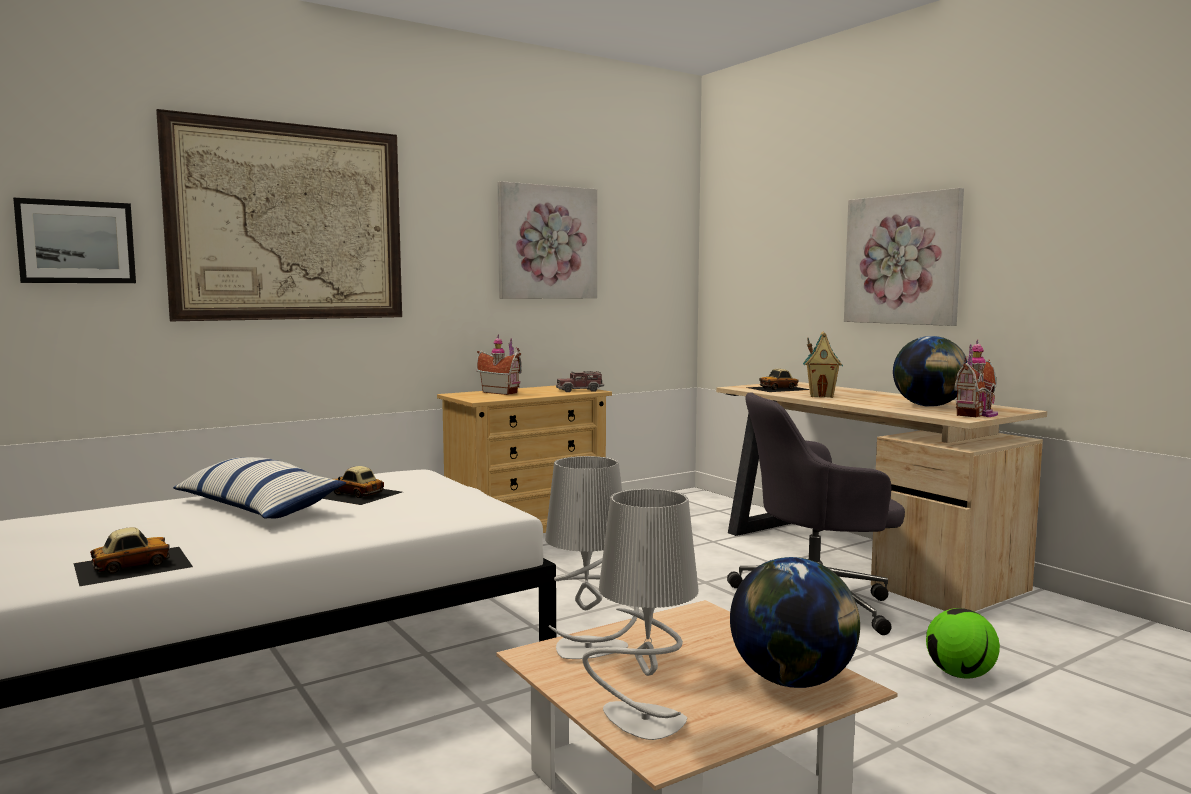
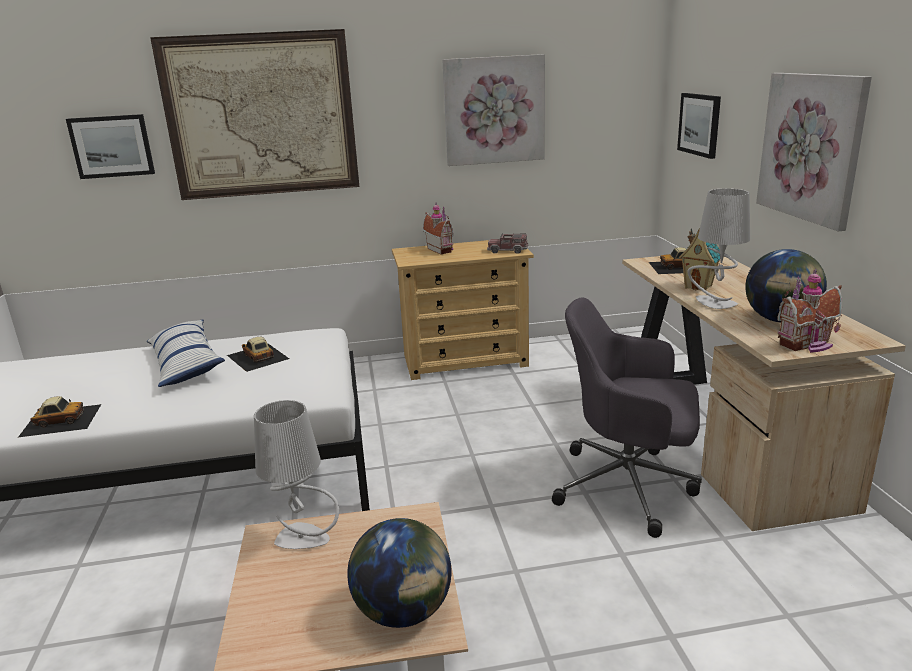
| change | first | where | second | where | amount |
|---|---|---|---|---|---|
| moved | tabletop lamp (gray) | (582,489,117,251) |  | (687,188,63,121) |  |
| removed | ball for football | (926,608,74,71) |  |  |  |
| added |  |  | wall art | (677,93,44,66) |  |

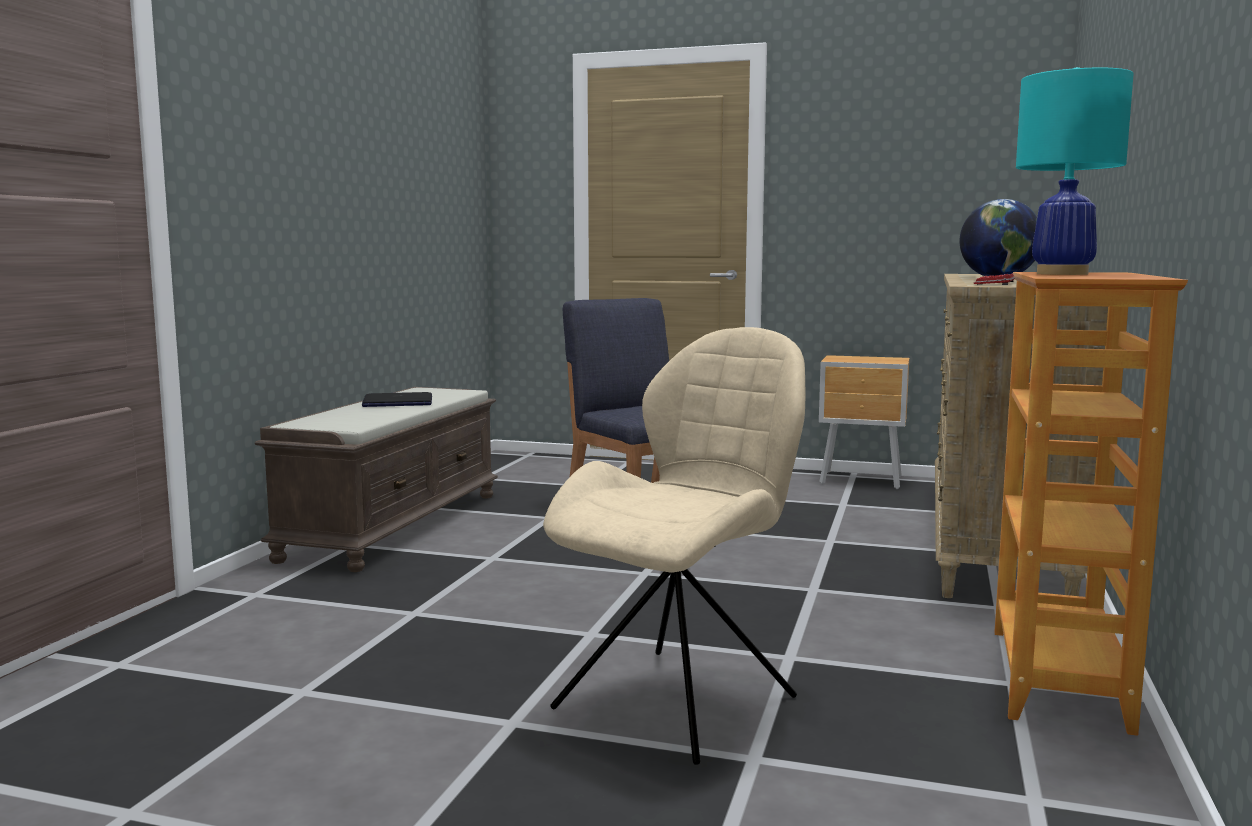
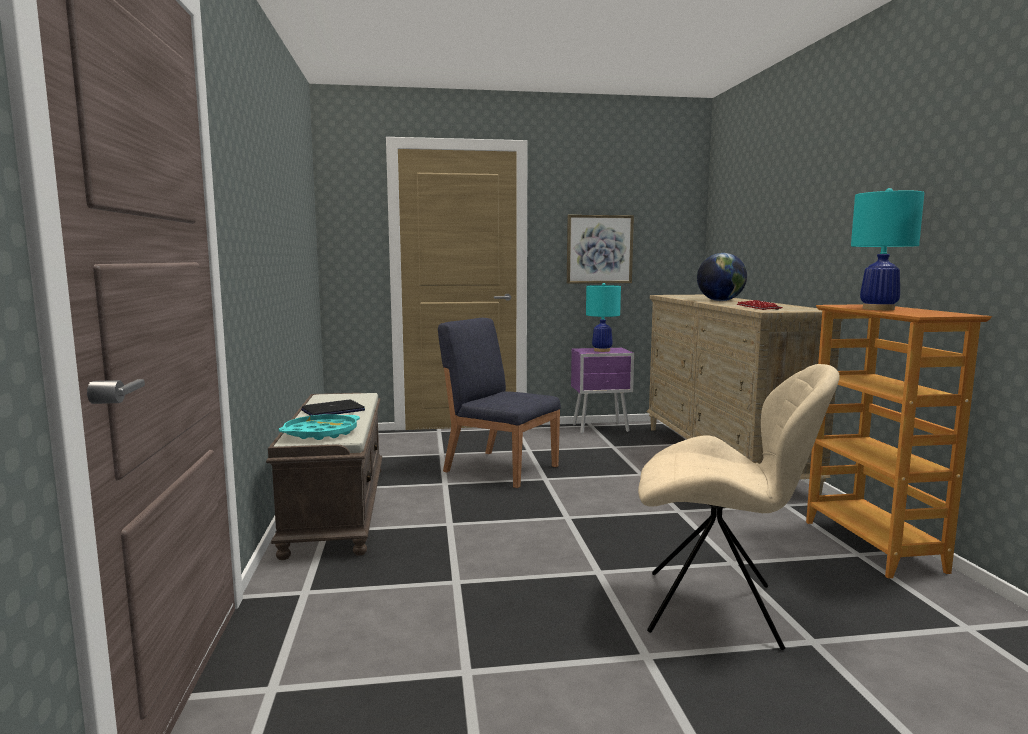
| change | first | where | second | where | amount |
|---|---|---|---|---|---|
| turned | chair (beige) | (543,327,262,438) |  | (638,364,202,286) | 90 degrees clockwise |
| recoloured | bedside table (brownish) | (819,355,90,134) | bedside table (purplish) | (571,348,63,86) |  |
| added |  |  | carrying tray (blue-green) | (279,414,81,26) |  |
| added |  |  | wall art | (567,215,67,69) |  |
| added |  |  | tabletop lamp (blue-green) | (586,283,35,69) |  |

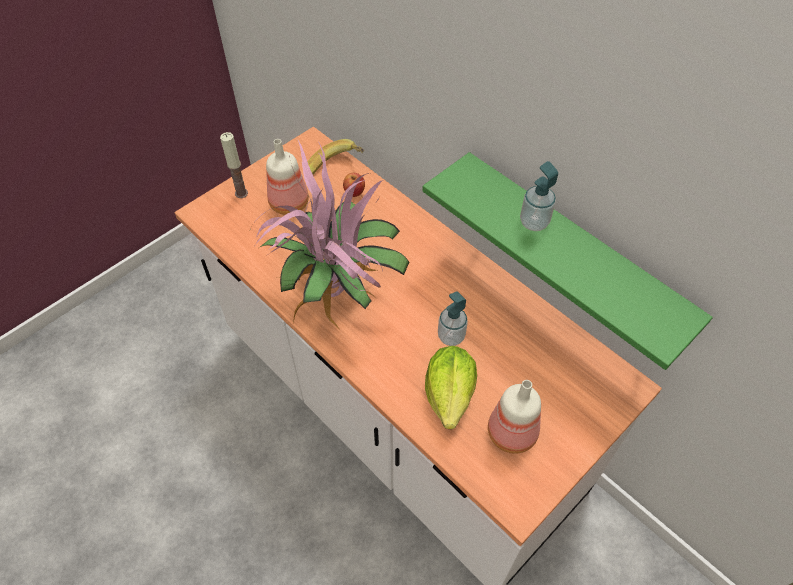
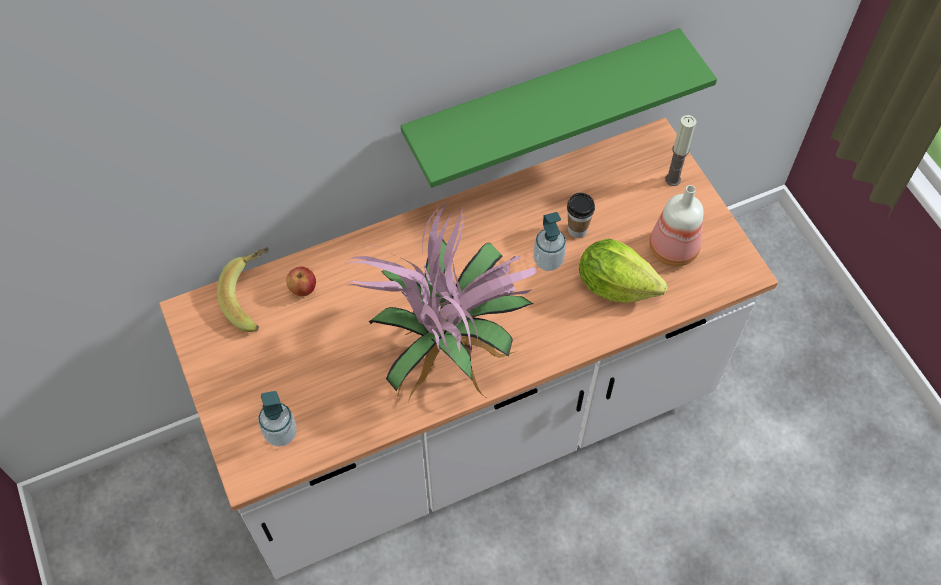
| change | first | where | second | where | amount |
|---|---|---|---|---|---|
| moved | wax light | (220,132,28,66) |  | (665,115,32,71) |  |
| removed | bottle | (266,139,43,76) |  |  |  |
| moved | soap bottle | (520,161,38,70) |  | (258,391,39,56) |  |
| added |  |  | drinking cup | (567,193,28,45) |  |

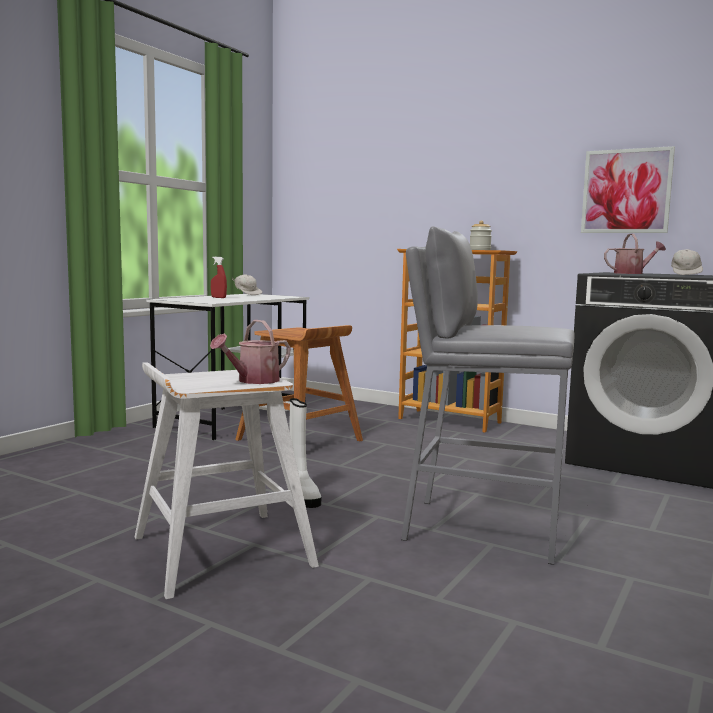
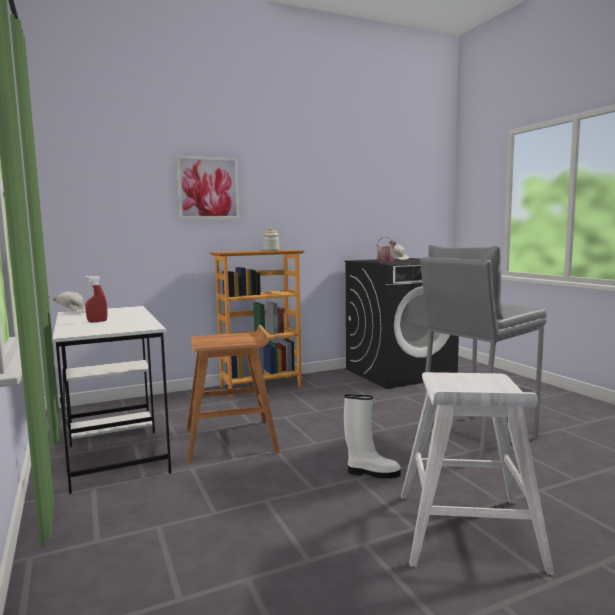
| change | first | where | second | where | amount |
|---|---|---|---|---|---|
| removed | sprinkling can | (210,320,81,64) |  |  |  |
| moved | wall art | (581,146,94,87) |  | (176,156,63,63) |  |

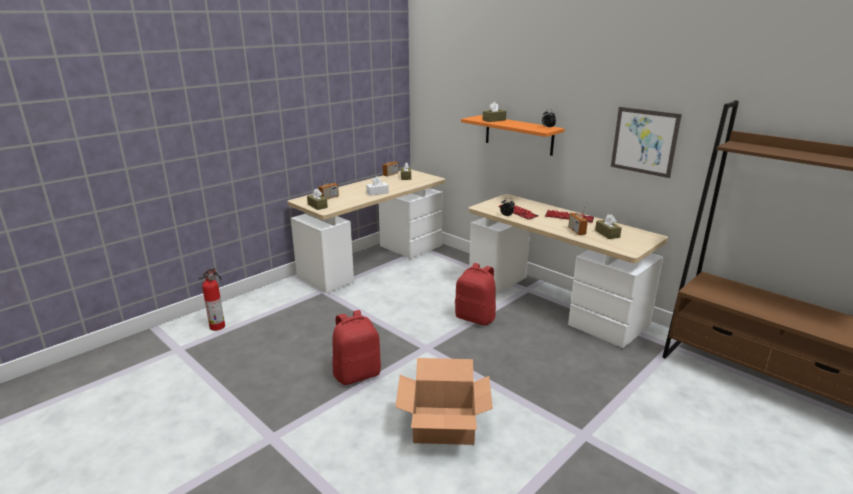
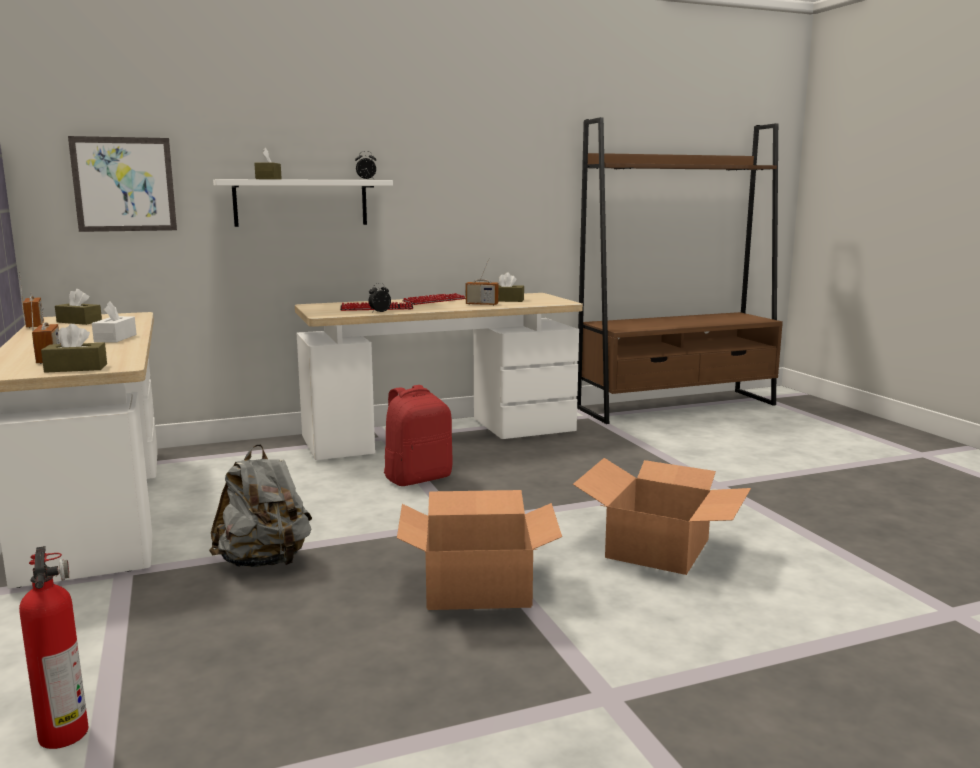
| change | first | where | second | where | amount |
|---|---|---|---|---|---|
| replaced | rucksack (red) | (332,310,49,75) | carton | (397,490,165,120) |  |
| recoloured | bracket shelf (orangey) | (461,115,104,41) | bracket shelf (white) | (213,179,180,48) |  |
| moved | wall art | (611,107,71,71) |  | (68,136,109,96) |  |
| added |  |  | rucksack (gray) | (209,444,103,123) |  |

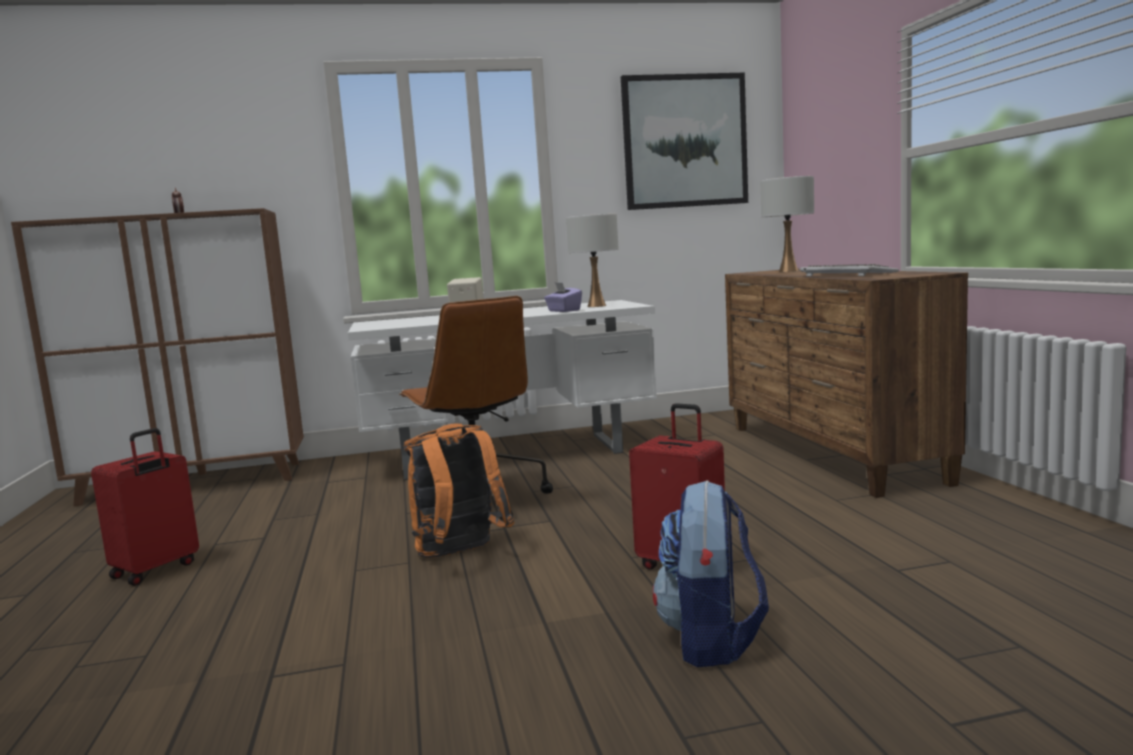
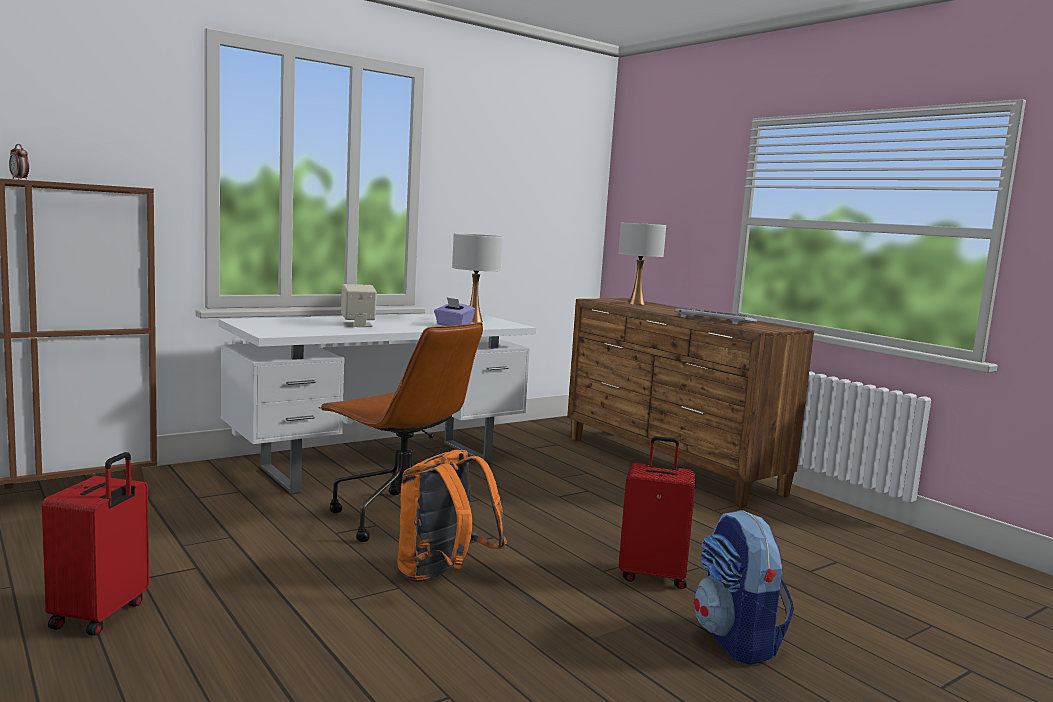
| change | first | where | second | where | amount |
|---|---|---|---|---|---|
| removed | wall art | (621,73,127,137) |  |  |  |

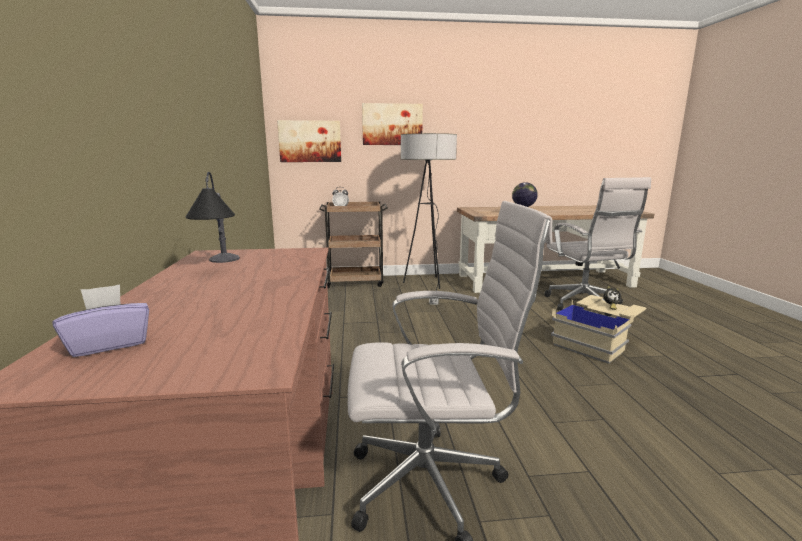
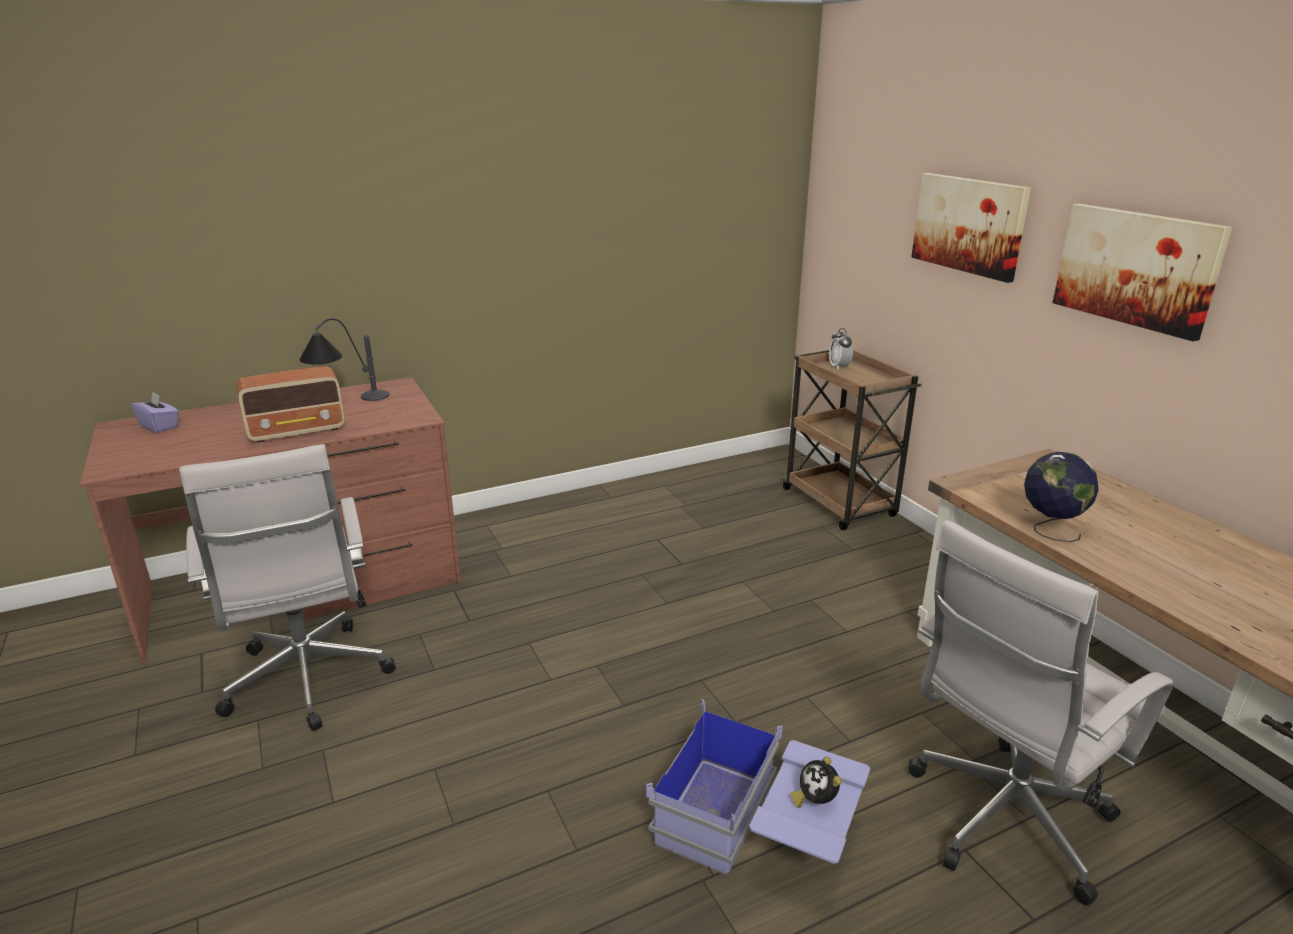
| change | first | where | second | where | amount |
|---|---|---|---|---|---|
| moved | wall art | (277,120,64,42) |  | (1052,204,180,137) |  |
| removed | standard lamp | (401,133,56,172) |  |  |  |
| recoloured | storage container (beige) | (551,295,95,69) | storage container (blue-coloured) | (646,699,224,176) |  |
| added |  |  | radio | (237,366,108,77) |  |

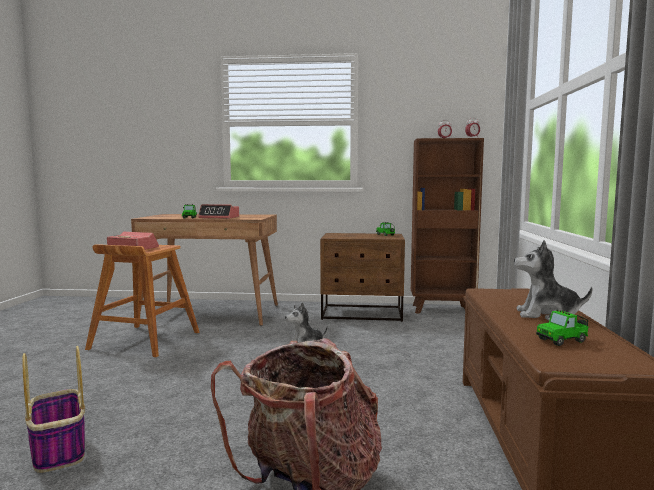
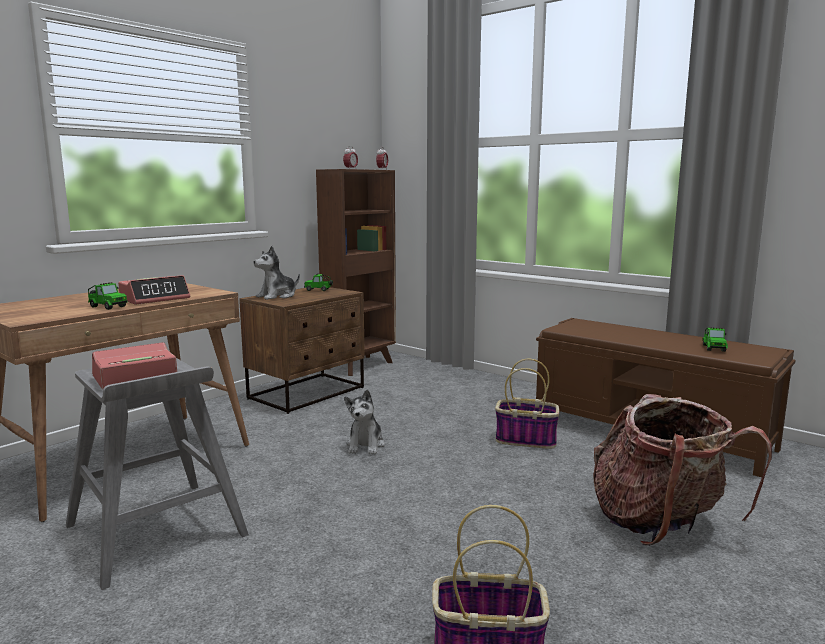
| change | first | where | second | where | amount |
|---|---|---|---|---|---|
| recoloured | stool seat (brownish) | (85,244,114,113) | stool seat (gray) | (66,358,183,232) |  |
| moved | plush toy | (514,240,79,81) |  | (254,246,46,54) |  |
| added |  |  | household basket | (495,359,65,90) |  |

